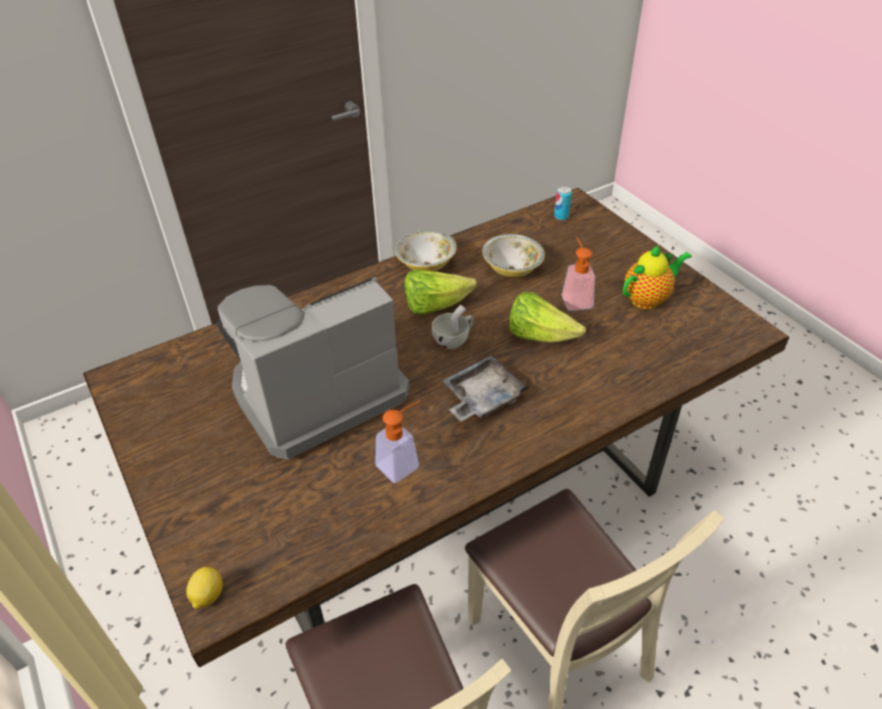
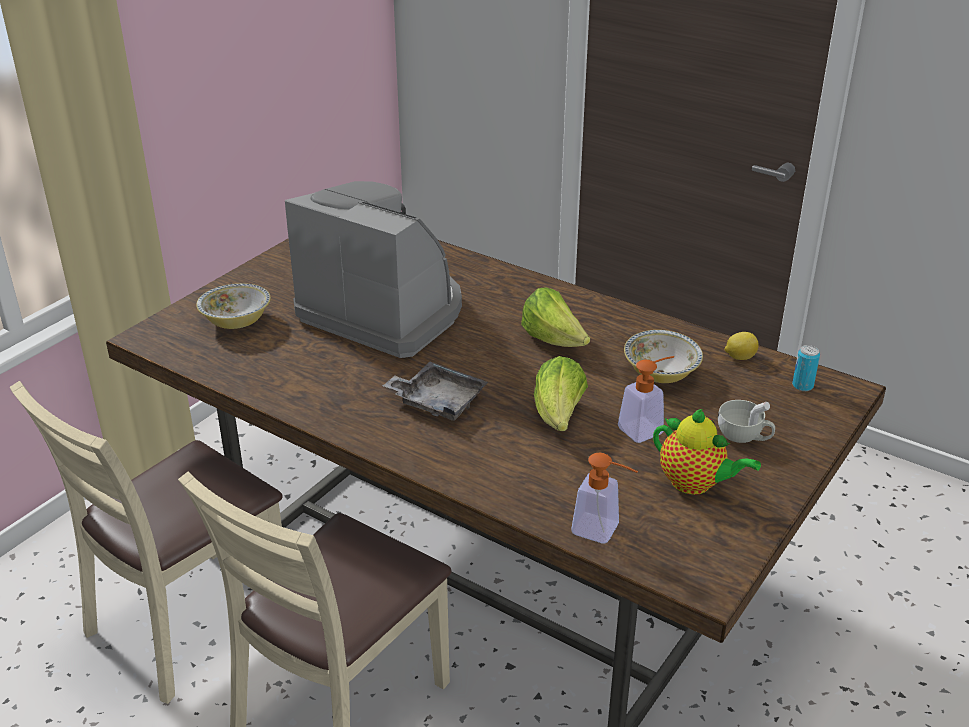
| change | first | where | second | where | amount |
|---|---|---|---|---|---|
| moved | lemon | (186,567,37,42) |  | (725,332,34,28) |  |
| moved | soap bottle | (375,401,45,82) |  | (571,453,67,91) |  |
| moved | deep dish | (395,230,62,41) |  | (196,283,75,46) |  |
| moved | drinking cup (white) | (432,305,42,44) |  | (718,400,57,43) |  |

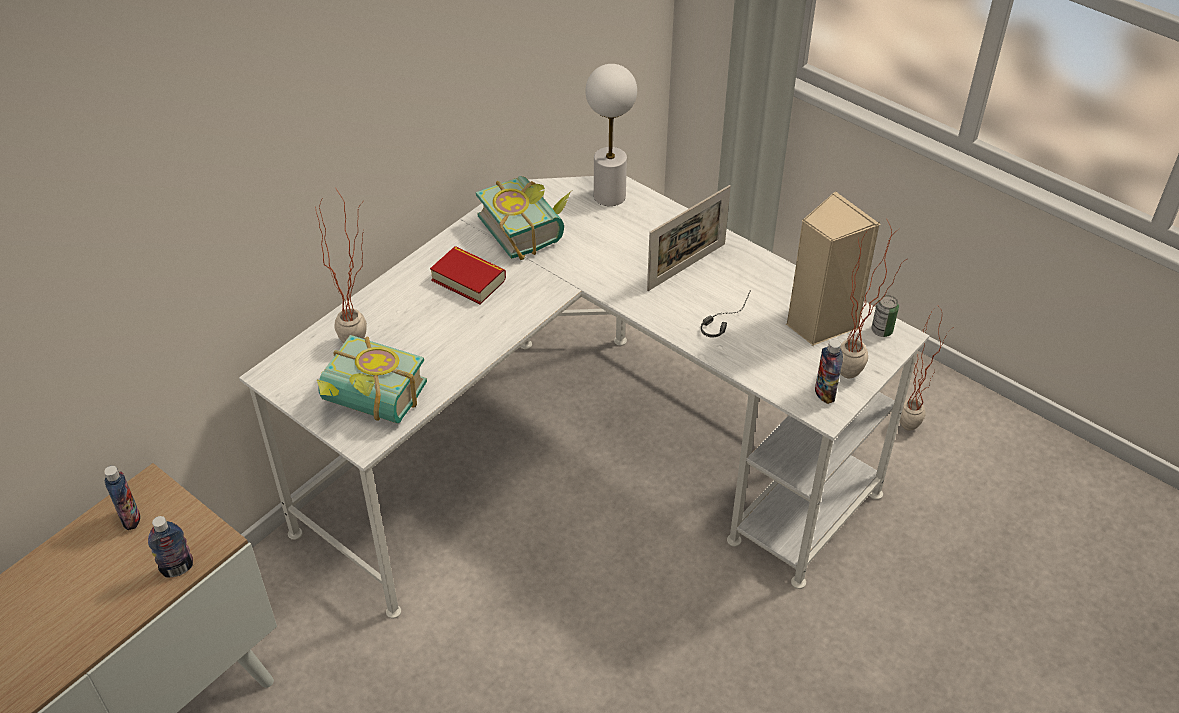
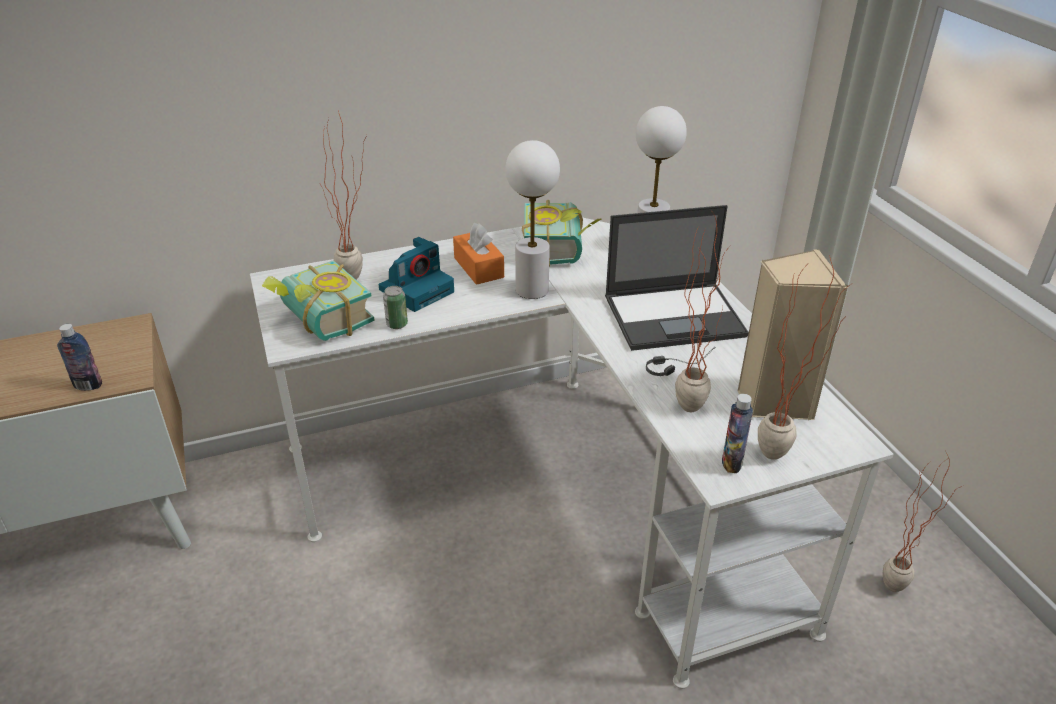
| change | first | where | second | where | amount |
|---|---|---|---|---|---|
| removed | bottle | (104,466,36,64) |  |  |  |
| replaced | bound book | (430,246,76,59) | box of tissues (orangey) | (453,223,51,62) |  |
| replaced | picture frame | (647,185,84,106) | laptop | (605,205,144,146) |  |
| moved | sealed can | (871,295,28,42) |  | (383,286,25,43) |  |
| added |  |  | still camera | (379,237,75,75) |  |
| added |  |  | tabletop lamp (white) | (505,140,55,159) |  |
| added |  |  | potted plant | (675,212,54,200) |  |

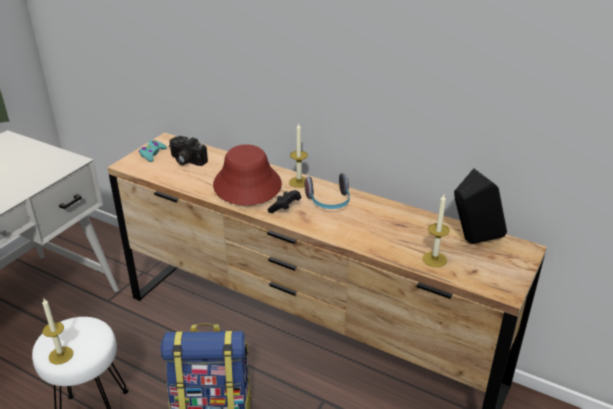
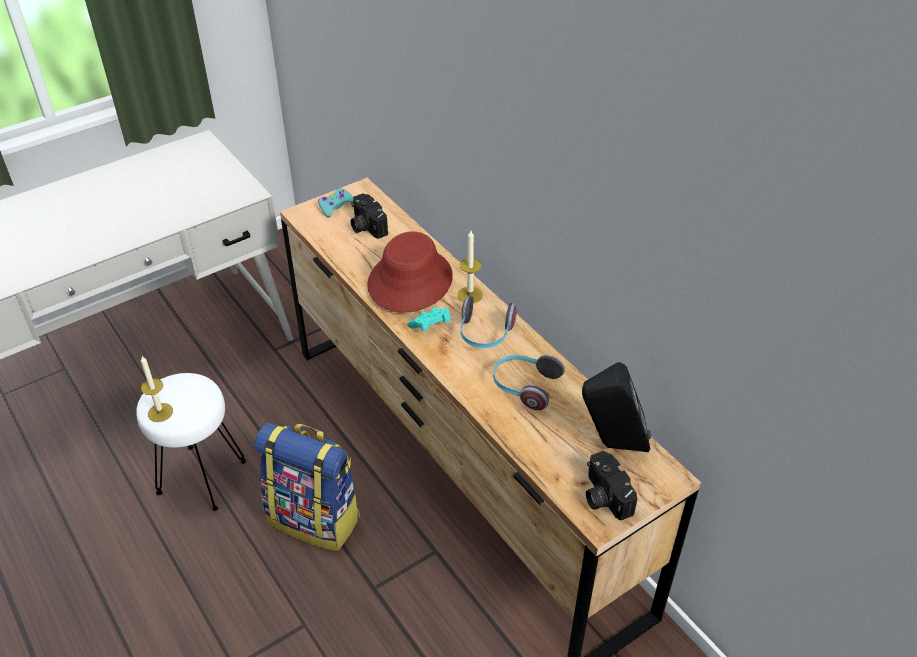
| change | first | where | second | where | amount |
|---|---|---|---|---|---|
| recoloured | gamepad (black) | (268,190,33,23) | gamepad (blue-green) | (407,307,43,24) |  |
| removed | wax light | (422,194,28,73) |  |  |  |
| added |  |  | headphones | (493,355,72,55) |  |
| added |  |  | still camera | (586,451,51,70) |  |

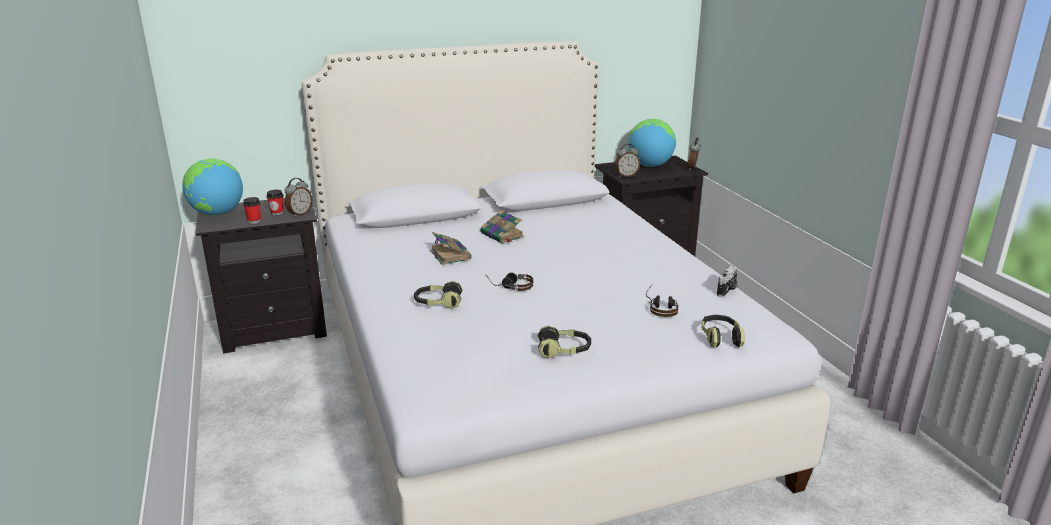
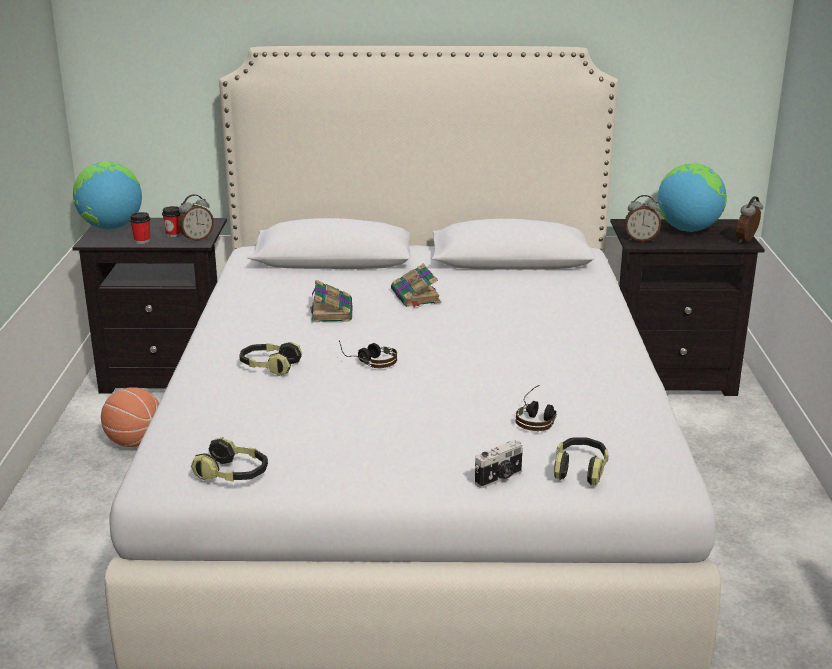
| change | first | where | second | where | amount |
|---|---|---|---|---|---|
| moved | headphones | (538,325,53,33) |  | (191,437,77,45) |  |
| moved | still camera | (717,266,21,31) |  | (475,440,48,48) |  |
| added |  |  | basketball ball | (101,387,58,60) |  |

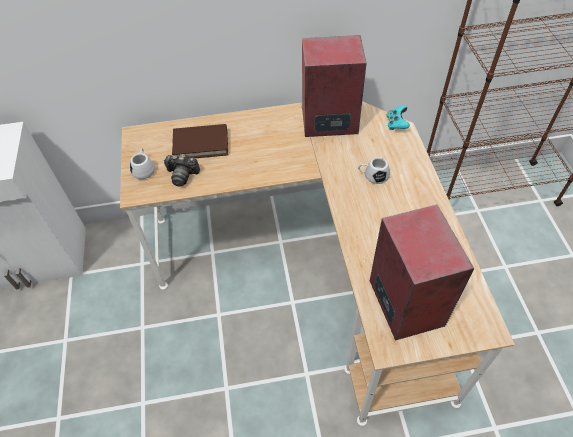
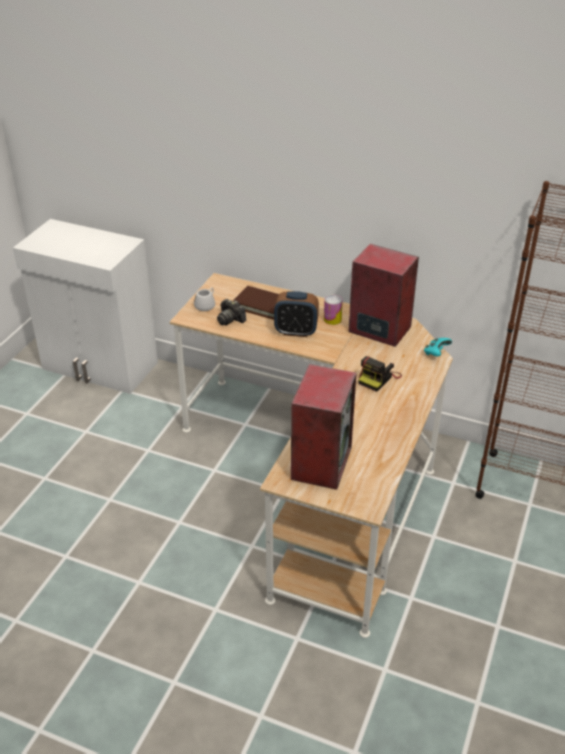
| change | first | where | second | where | amount |
|---|---|---|---|---|---|
| replaced | mug (white) | (358,157,32,27) | still camera | (358,356,44,36) |  |
| added |  |  | bedside clock | (274,291,45,46) |  |
| added |  |  | sealed can | (324,295,19,30) |  |

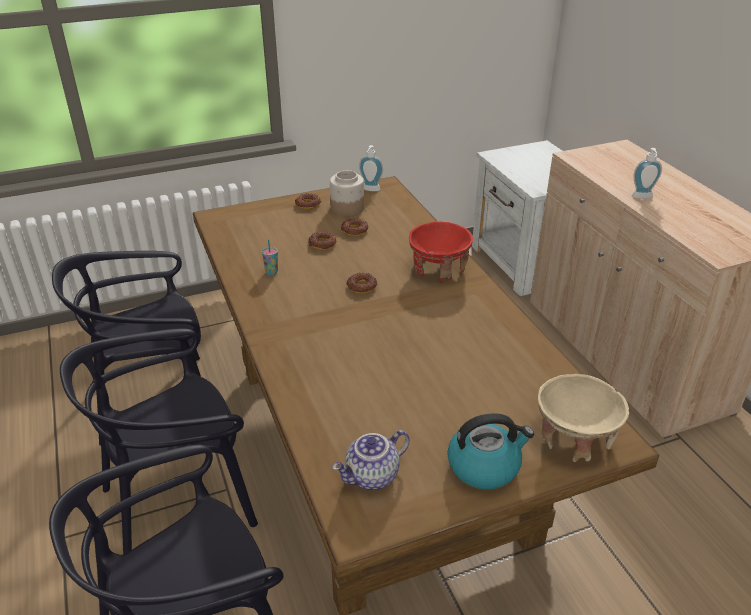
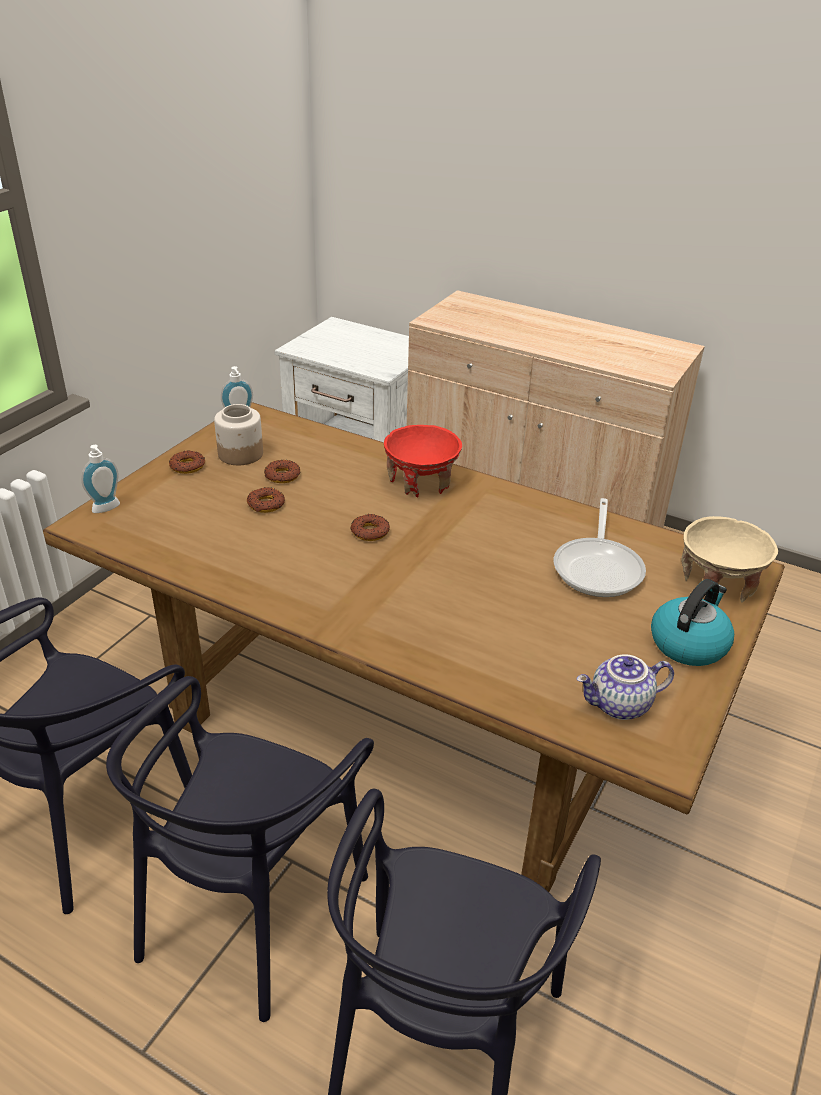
| change | first | where | second | where | amount |
|---|---|---|---|---|---|
| removed | drinking cup | (262,240,16,35) |  |  |  |
| turned | pot for tea | (332,430,78,60) |  | (576,654,98,66) | 60 degrees clockwise |
| moved | soap bottle | (632,148,30,51) |  | (81,445,39,68) |  |
| added |  |  | skillet | (553,498,93,99) |  |

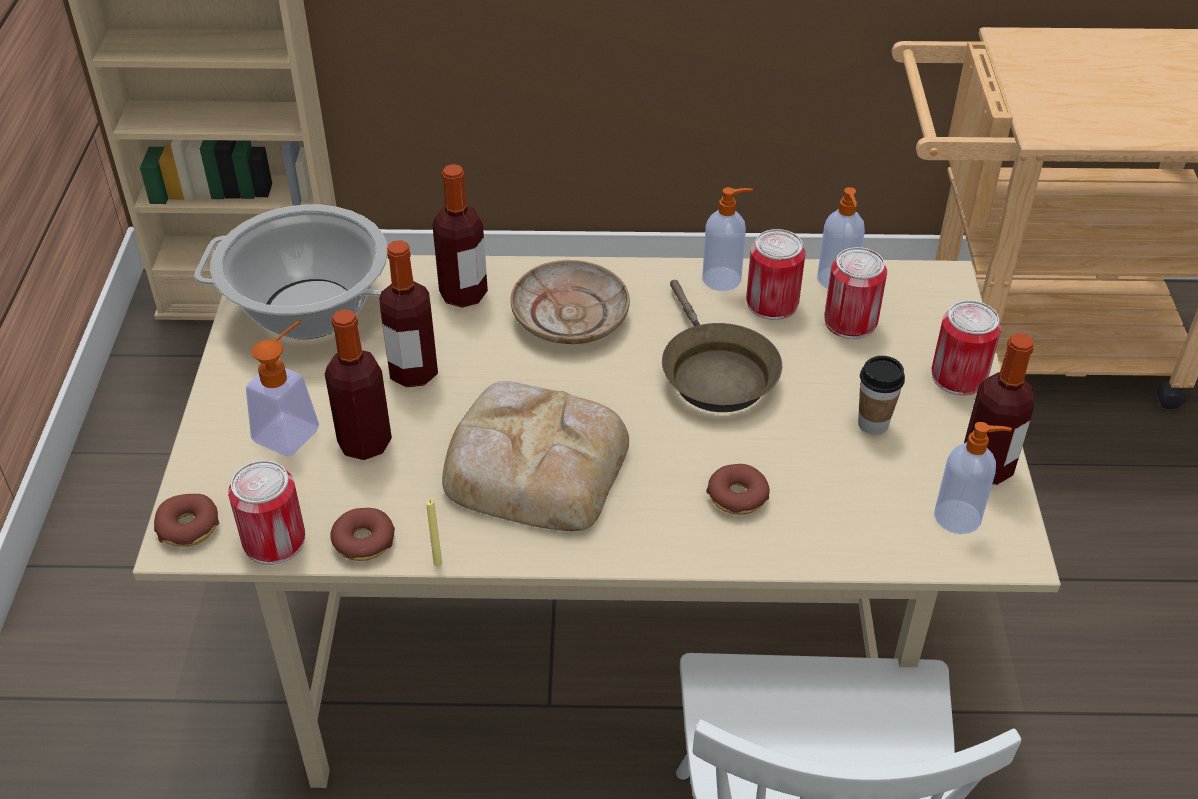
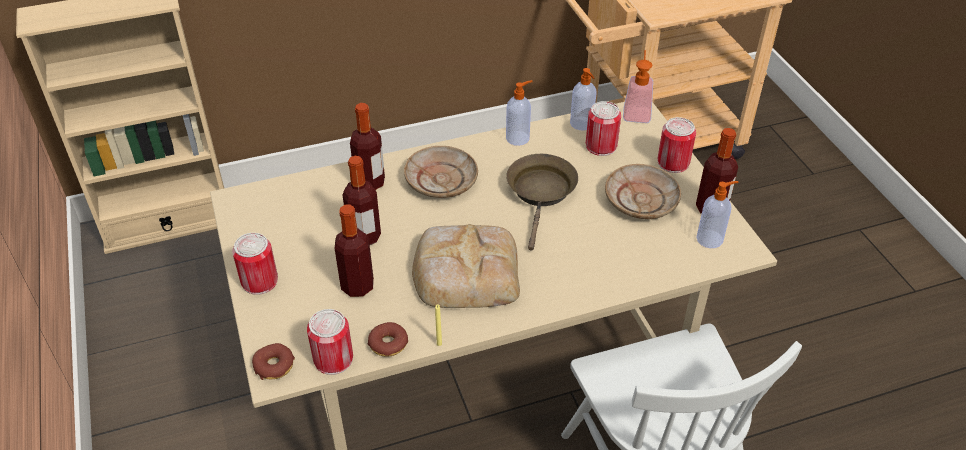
| change | first | where | second | where | amount |
|---|---|---|---|---|---|
| removed | stockpot | (194,205,198,134) |  |  |  |
| moved | soap bottle | (246,320,73,136) |  | (623,50,30,73) |  |
| turned | skillet (brownish) | (662,280,120,132) |  | (506,154,72,96) | 135 degrees counterclockwise |
| removed | doughnut | (706,464,64,51) |  |  |  |
| moved | sealed can | (746,229,60,91) |  | (232,233,46,62) |  |
| replaced | drinking cup | (858,356,47,79) | flat dish (beige) | (605,164,76,55) |  |

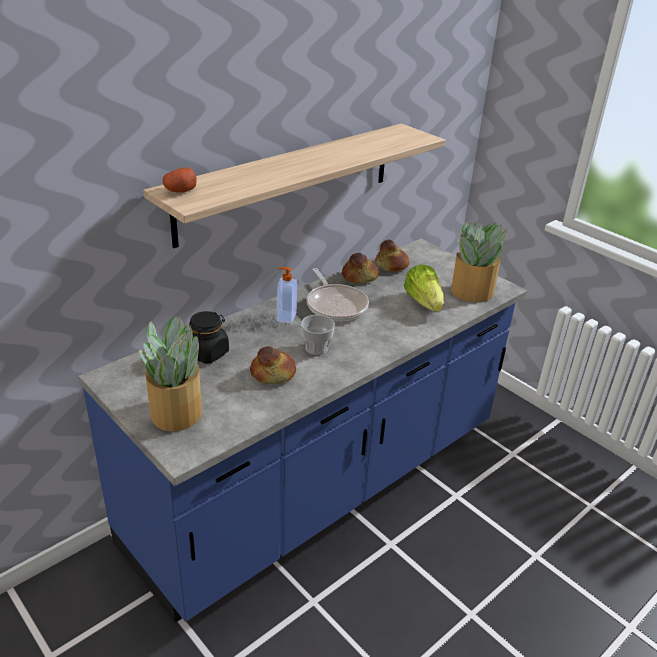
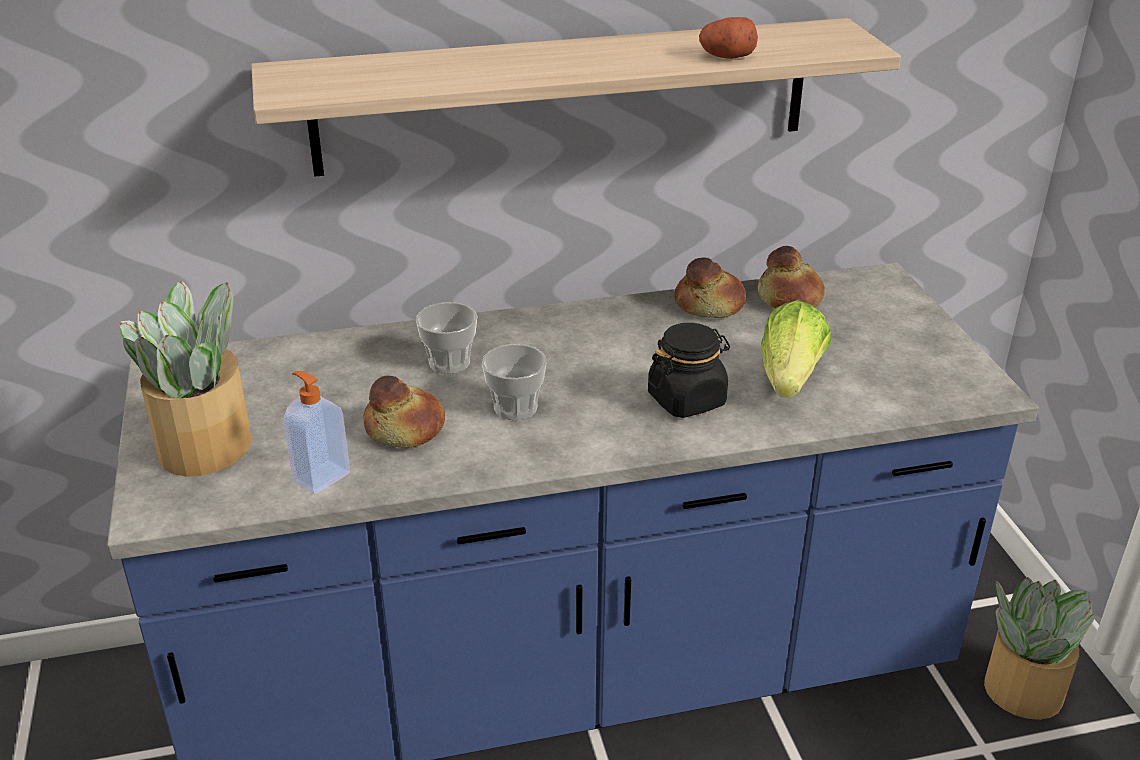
| change | first | where | second | where | amount |
|---|---|---|---|---|---|
| moved | spud | (163,167,34,26) |  | (699,17,59,42) |  |
| moved | jar (black) | (189,311,40,53) |  | (648,323,82,95) |  |
| moved | soap bottle | (277,267,20,56) |  | (283,371,67,124) |  |
| removed | skillet | (307,268,62,53) |  |  |  |
| moved | potted plant | (451,221,56,81) |  | (984,577,112,143) |  |
| added |  |  | drinking cup | (416,302,61,72) |  |

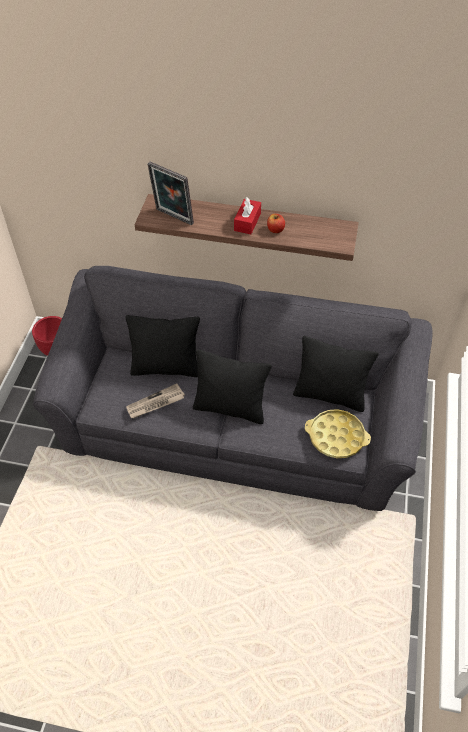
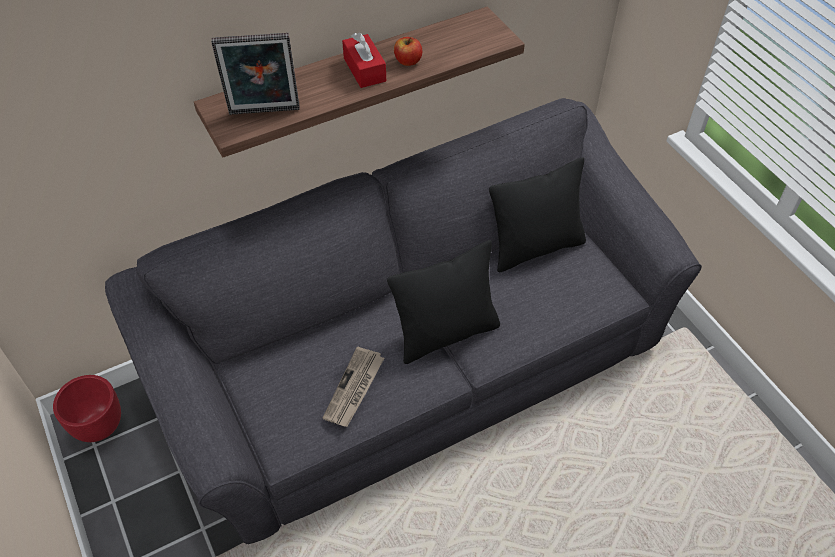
| change | first | where | second | where | amount |
|---|---|---|---|---|---|
| removed | throw pillow (black) | (125,315,75,62) |  |  |  |
| removed | carrying tray (yellowish) | (305,409,66,49) |  |  |  |

